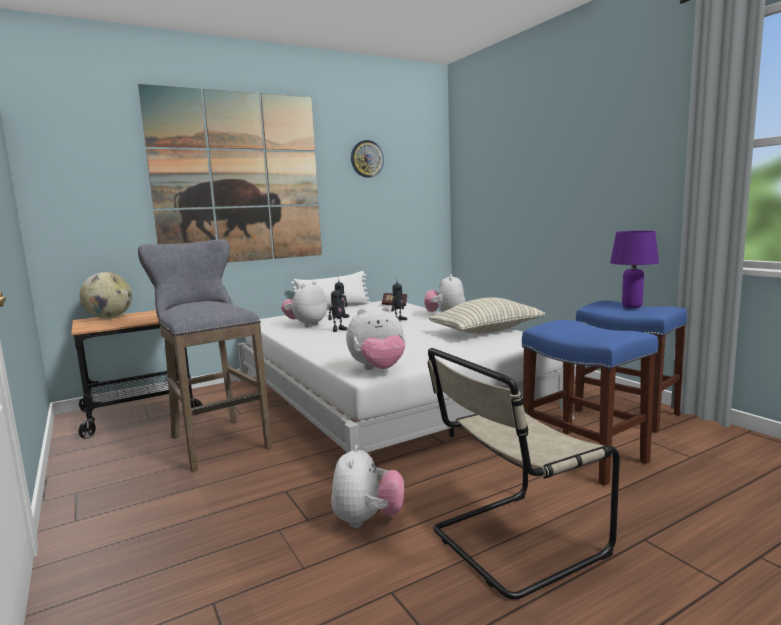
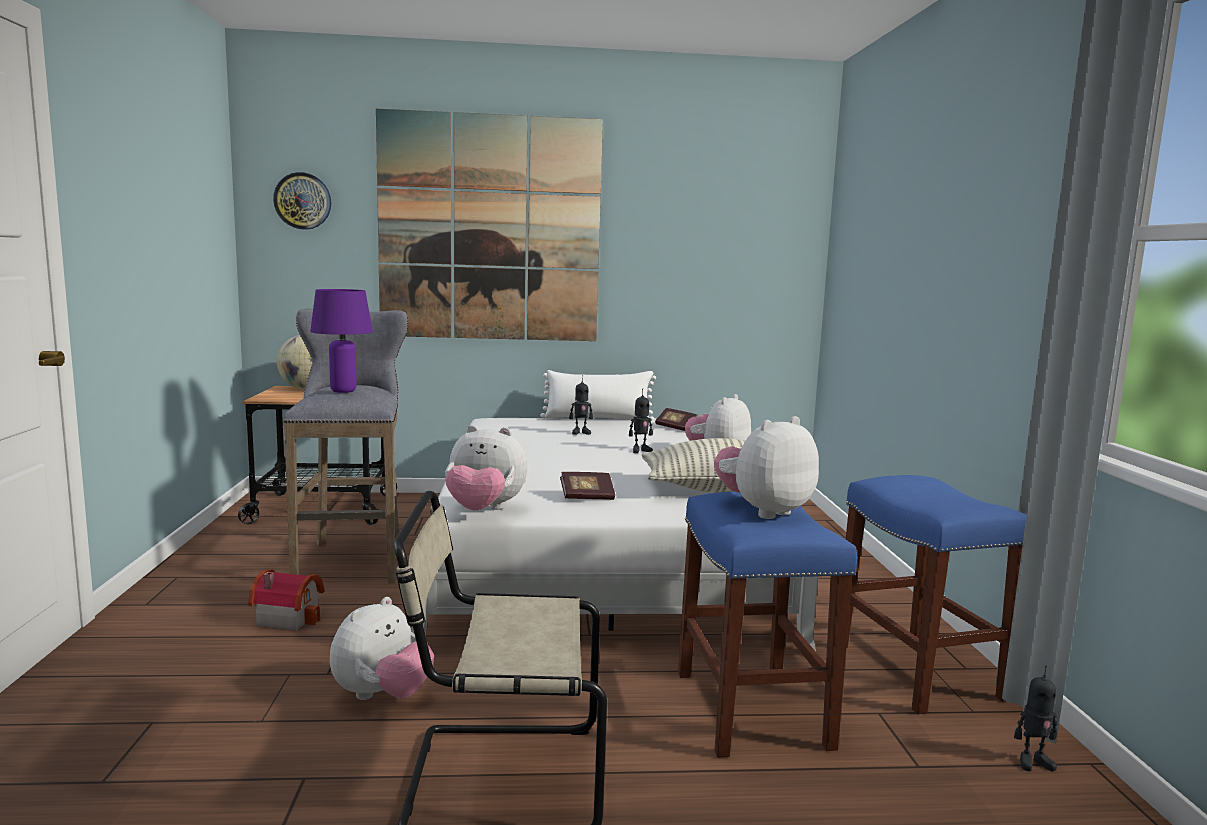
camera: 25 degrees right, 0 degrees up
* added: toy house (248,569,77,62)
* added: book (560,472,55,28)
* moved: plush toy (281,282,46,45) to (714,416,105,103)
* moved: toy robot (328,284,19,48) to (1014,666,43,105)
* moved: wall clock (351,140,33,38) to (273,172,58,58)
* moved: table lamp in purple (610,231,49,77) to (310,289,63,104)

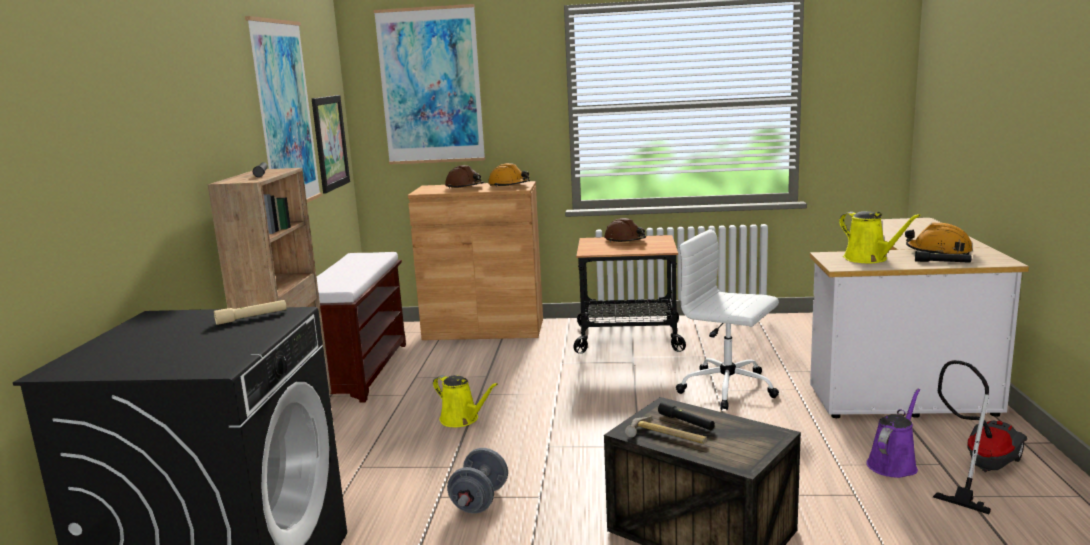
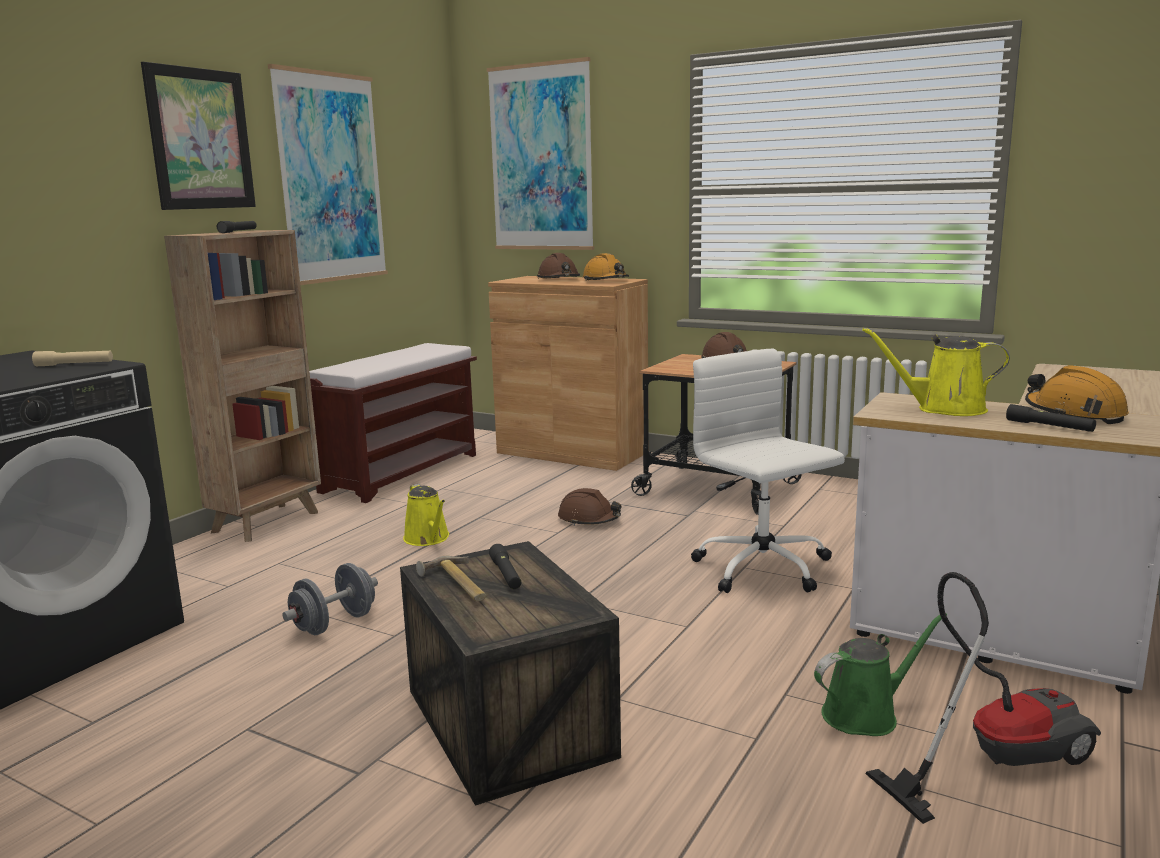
camera: 25 degrees right, 0 degrees up
* added: hard hat in brown (558,488,64,38)
* moved: picture (312,95,38,99) to (141,62,115,148)
* recoloured: watering can in purple (866,389,54,89) to watering can in green (814,614,133,122)
* turned: watering can in yellow (839,211,82,52) = (862,327,148,89) 105 degrees clockwise

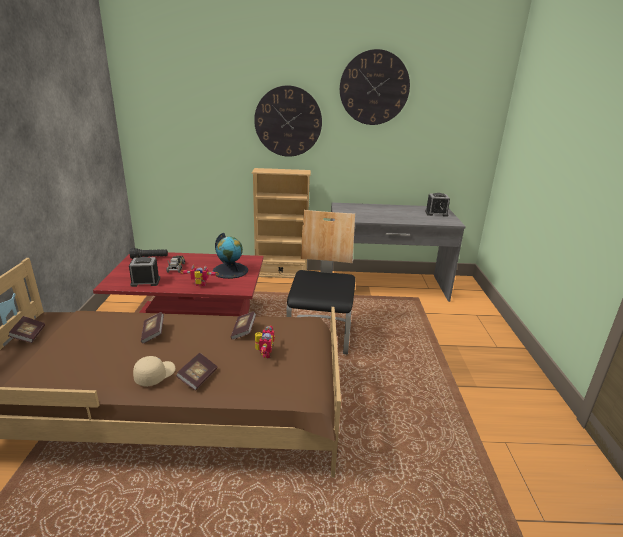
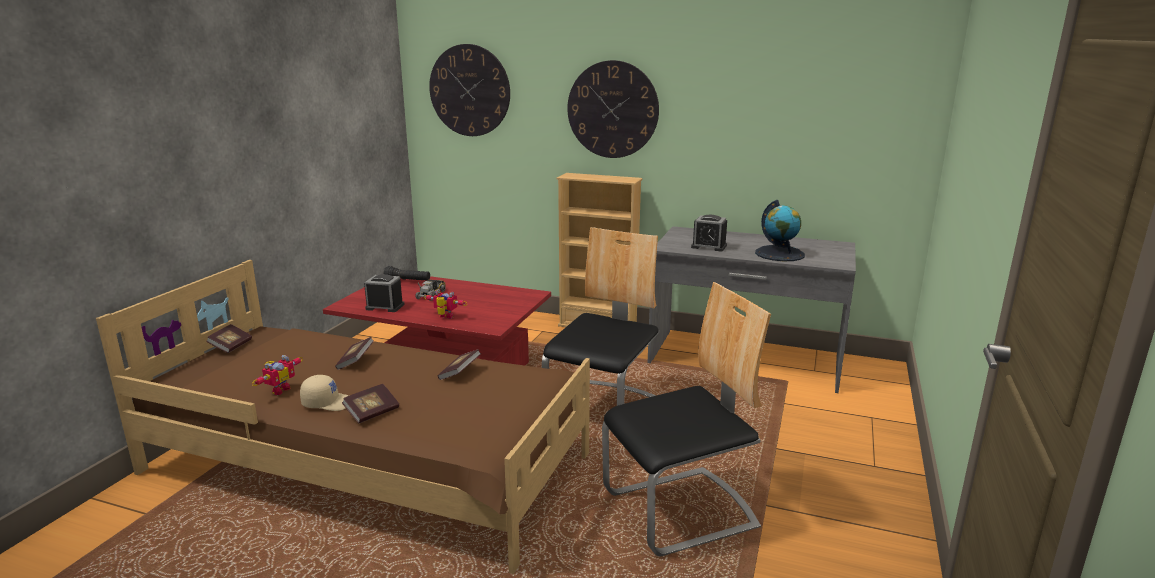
camera: 20 degrees right, 5 degrees down
* added: chair (602,282,169,275)
* moved: globe (212,233,36,46) to (755,200,50,61)
* moved: toy robot (255,325,20,33) to (252,355,51,40)
* moved: wall clock (340,49,70,76) to (429,44,81,92)
* moved: alarm clock (425,193,25,24) to (691,215,36,36)
* turned: cap in beige (133,356,43,31) = (300,375,49,36) 45 degrees clockwise

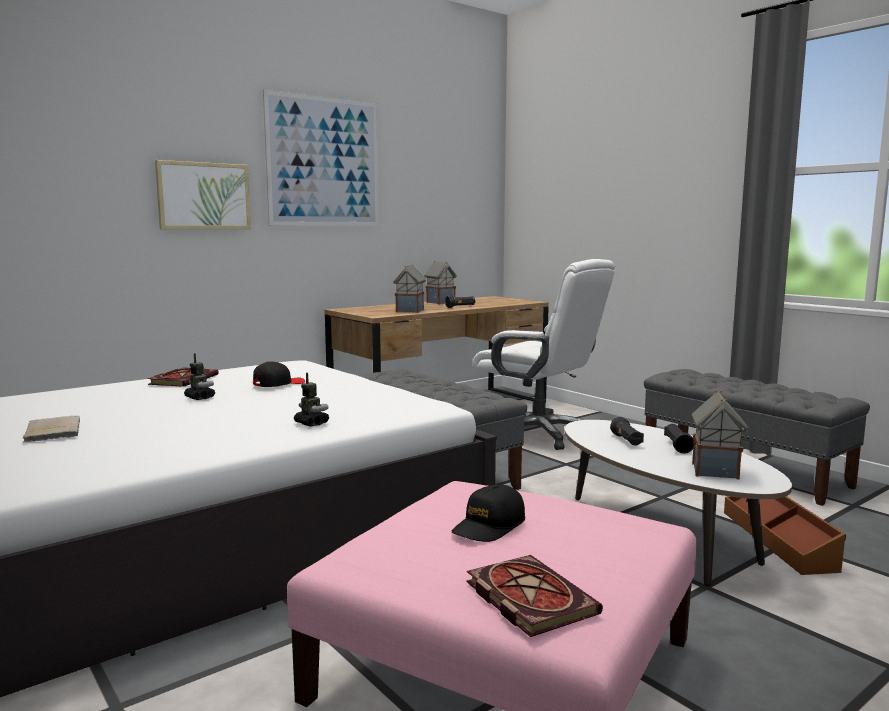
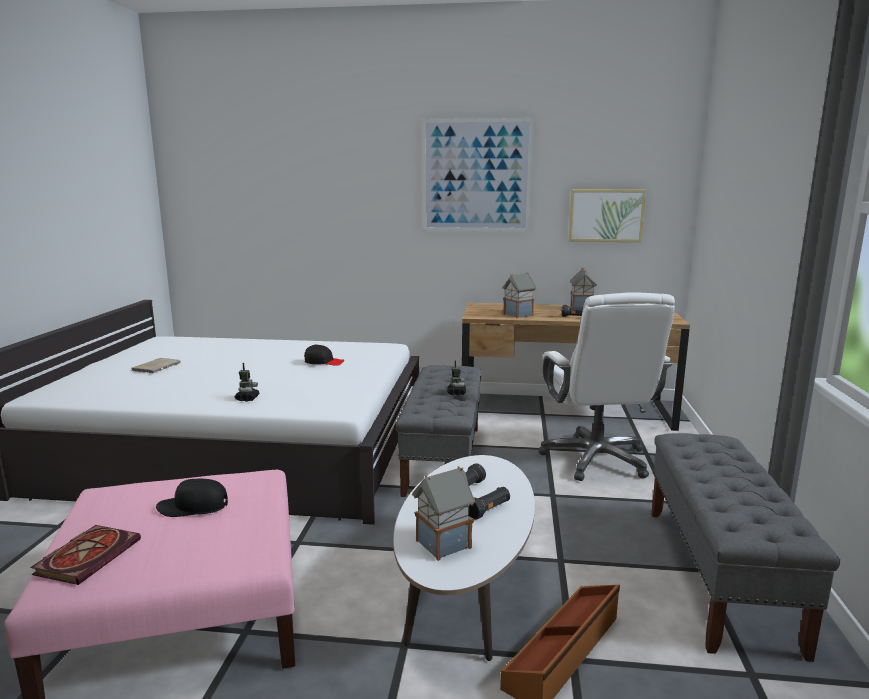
camera: 45 degrees right, 5 degrees up
* removed: book (148,367,71,20)
* moved: picture (155,160,96,69) to (568,189,78,53)
* moved: toy robot (184,353,31,47) to (447,361,19,34)

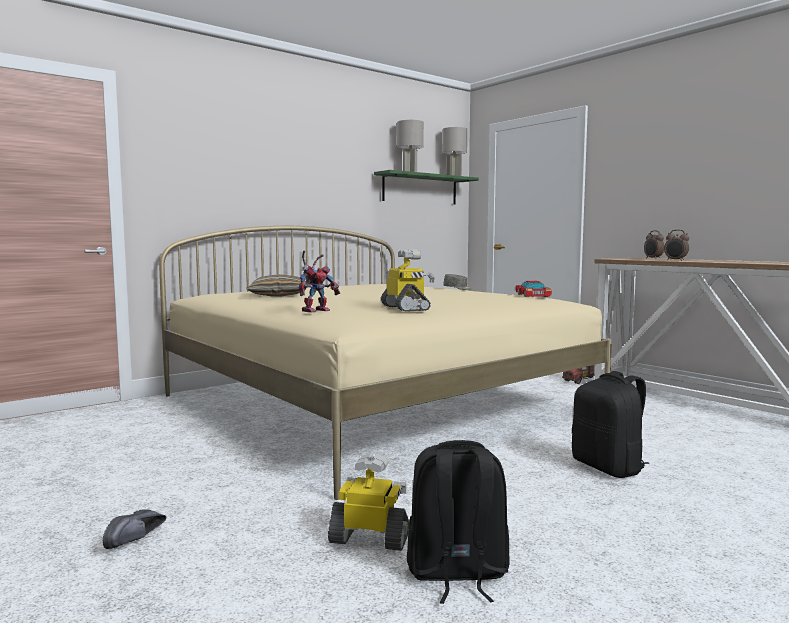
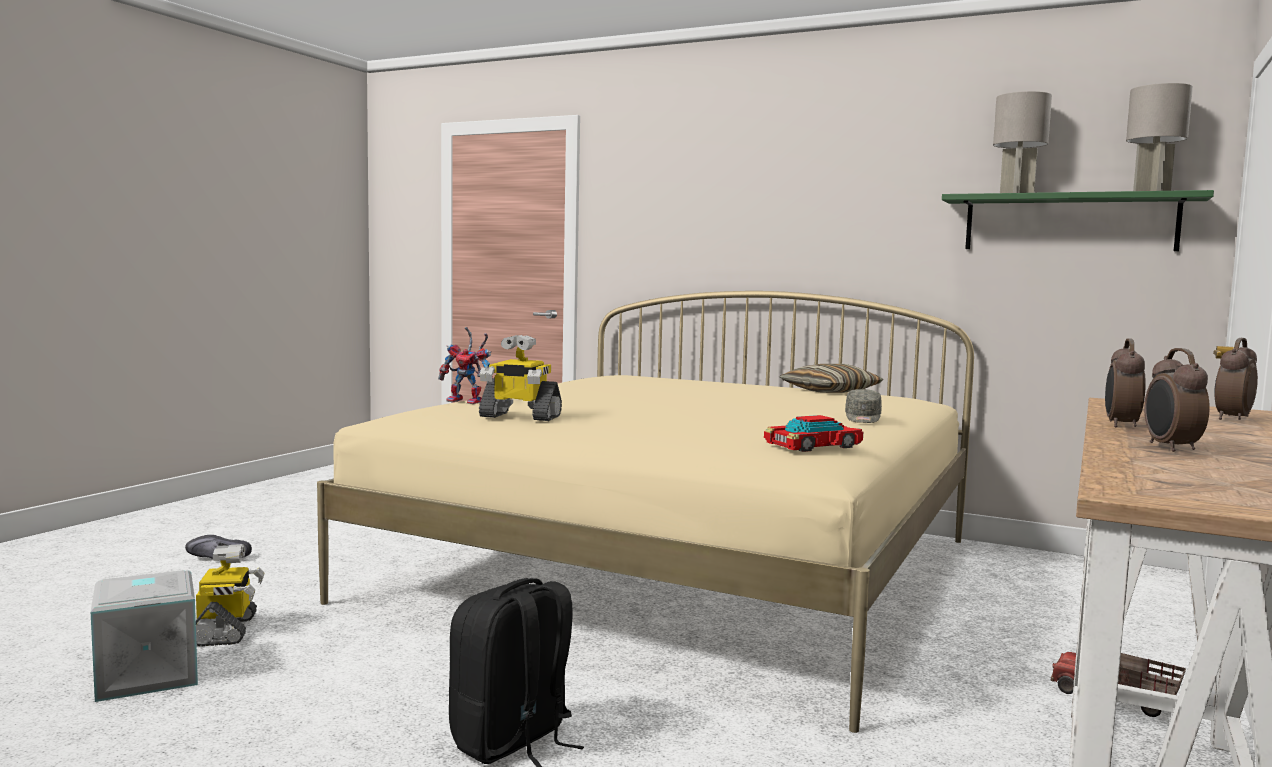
camera: 65 degrees right, 0 degrees up
* added: alarm clock (1144,348,66,104)
* moved: pillow (246,274,60,23) to (779,364,104,29)
* replaced: backpack in black (407,440,102,164) to storage box in grey (91,570,107,132)
* turned: toy robot (381,249,54,63) = (479,335,83,86) 60 degrees clockwise

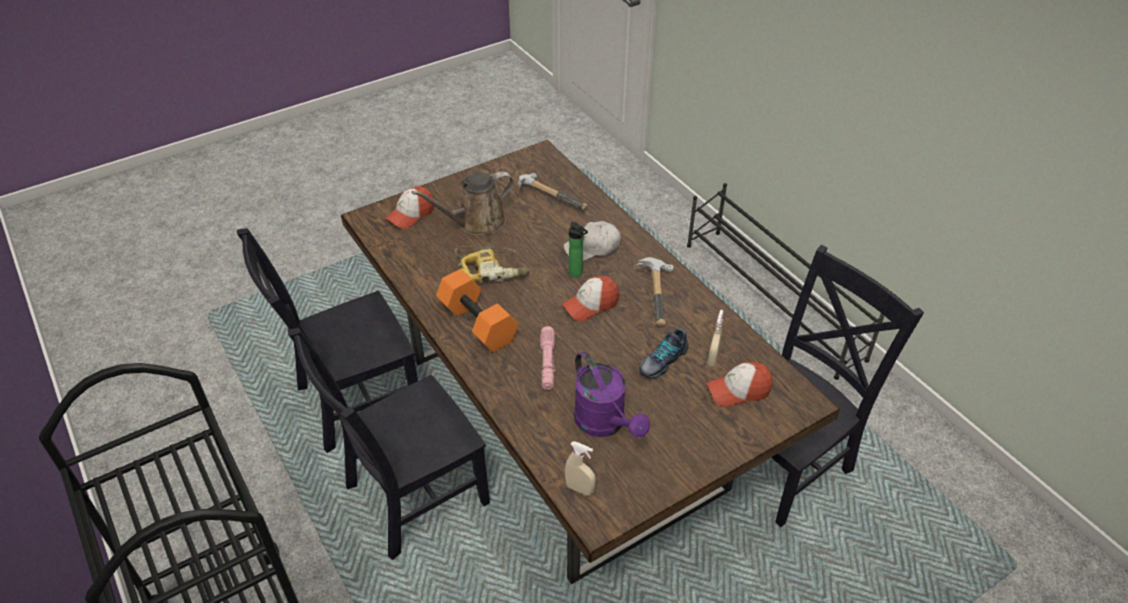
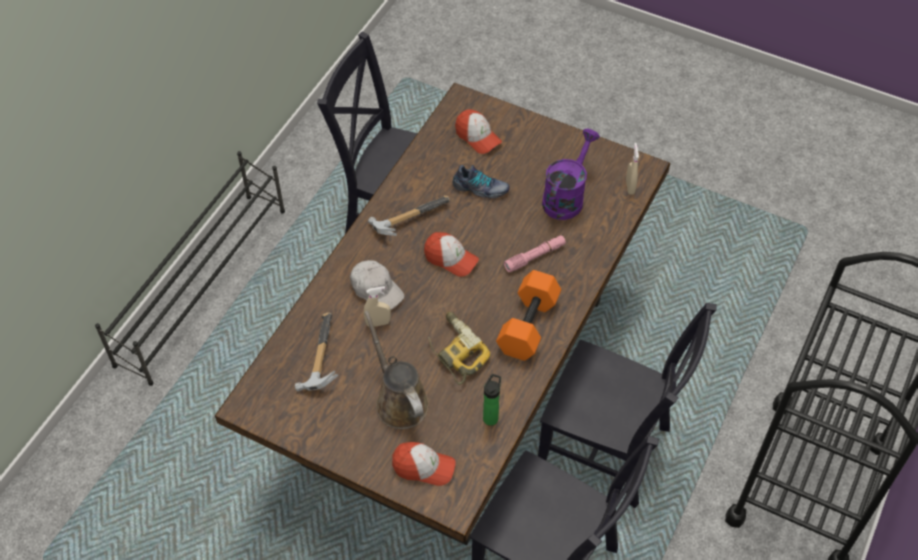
camera: 120 degrees left, 10 degrees up
* moved: bottle (569,222,19,55) to (483,374,18,52)
* moved: spray bottle in beige (707,310,17,57) to (364,286,27,41)
* turned: watering can in brown (412,171,102,64) = (365,311,64,118) 150 degrees counterclockwise

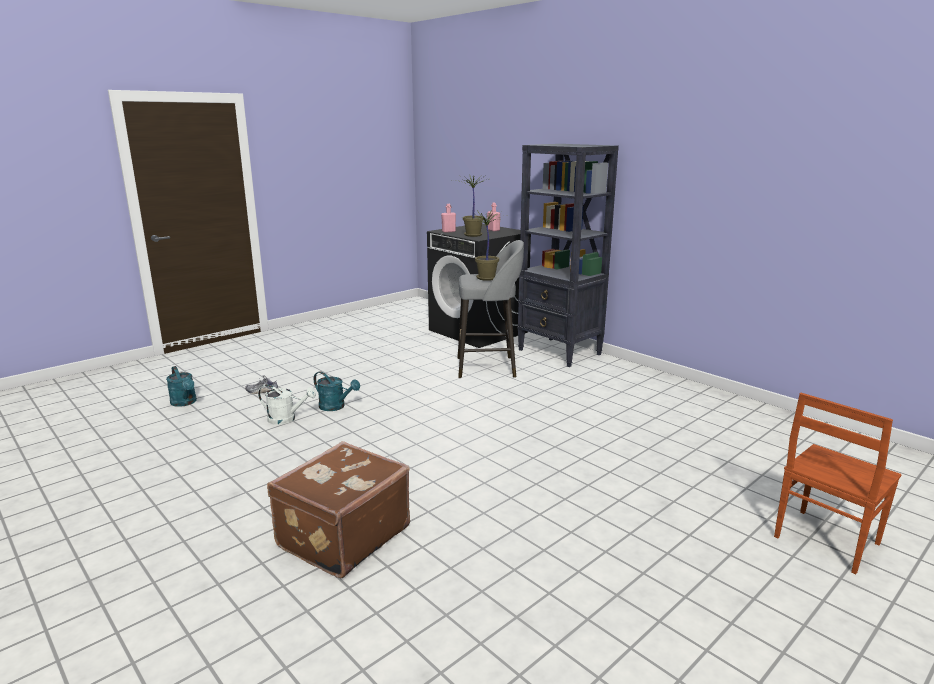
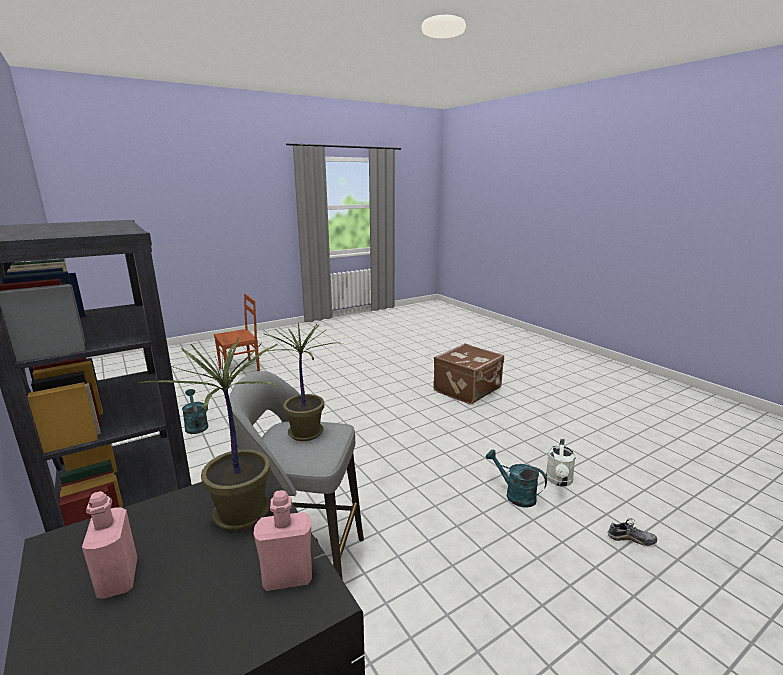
camera: 170 degrees left, 0 degrees up
* moved: watering can in turquoise (166,366,31,41) to (182,389,27,45)
* turned: watering can in white (258,385,58,40) = (546,439,30,47) 90 degrees counterclockwise

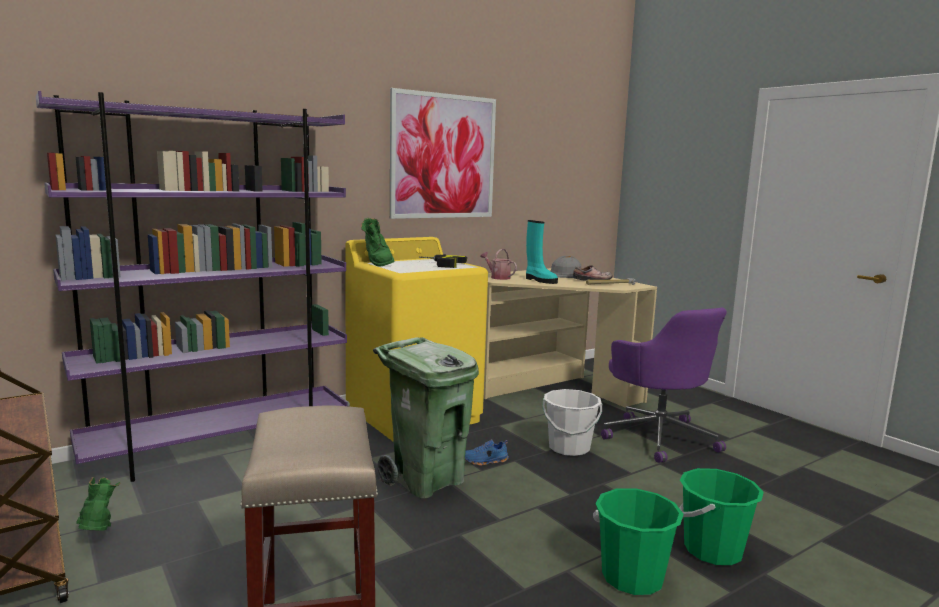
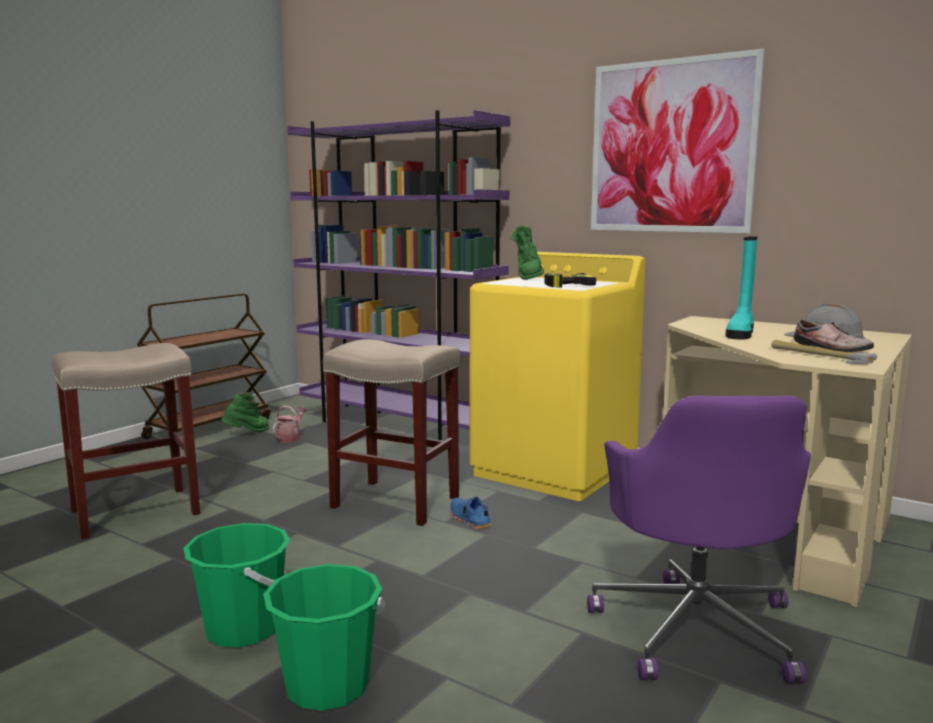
camera: 70 degrees right, 0 degrees up
* removed: bucket in white (542,389,60,67)
* moved: watering can (480,249,37,31) to (273,406,35,37)
* replaced: trash can in green (373,337,106,162) to stool in beige (323,339,137,187)
* turned: boot in green (361,218,33,48) = (509,225,35,55) 45 degrees counterclockwise
* turned: office chair in purple (601,308,126,155) = (587,396,224,287) 45 degrees counterclockwise

